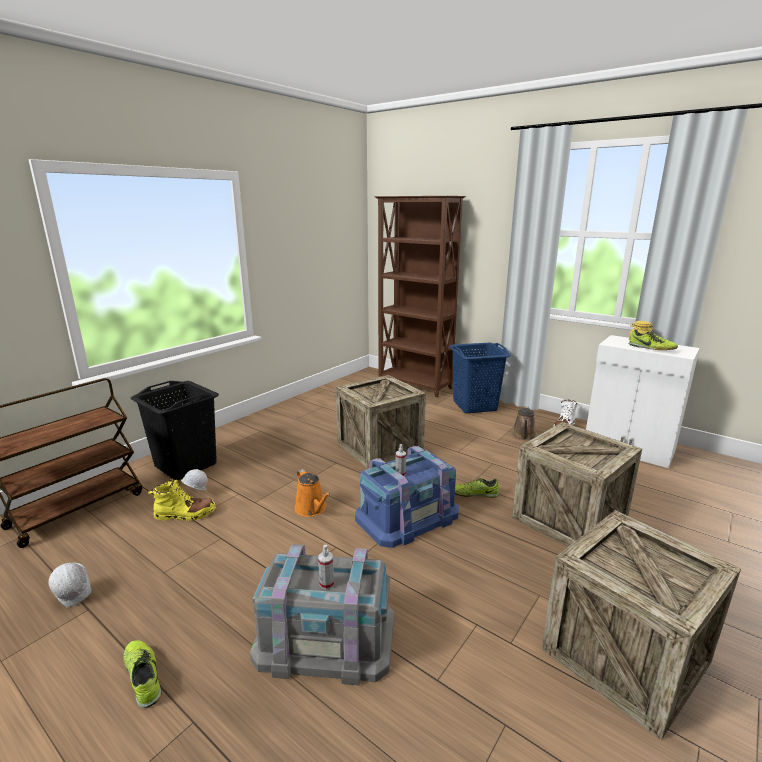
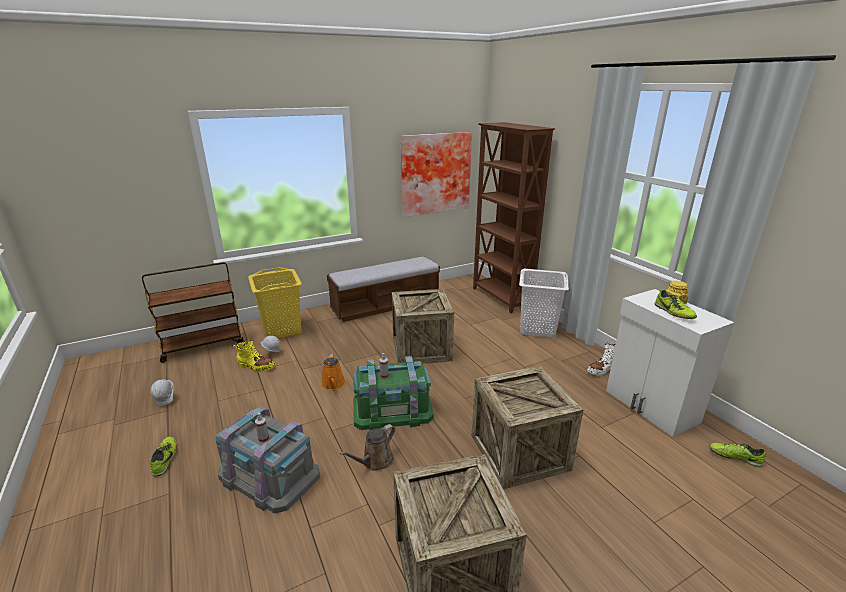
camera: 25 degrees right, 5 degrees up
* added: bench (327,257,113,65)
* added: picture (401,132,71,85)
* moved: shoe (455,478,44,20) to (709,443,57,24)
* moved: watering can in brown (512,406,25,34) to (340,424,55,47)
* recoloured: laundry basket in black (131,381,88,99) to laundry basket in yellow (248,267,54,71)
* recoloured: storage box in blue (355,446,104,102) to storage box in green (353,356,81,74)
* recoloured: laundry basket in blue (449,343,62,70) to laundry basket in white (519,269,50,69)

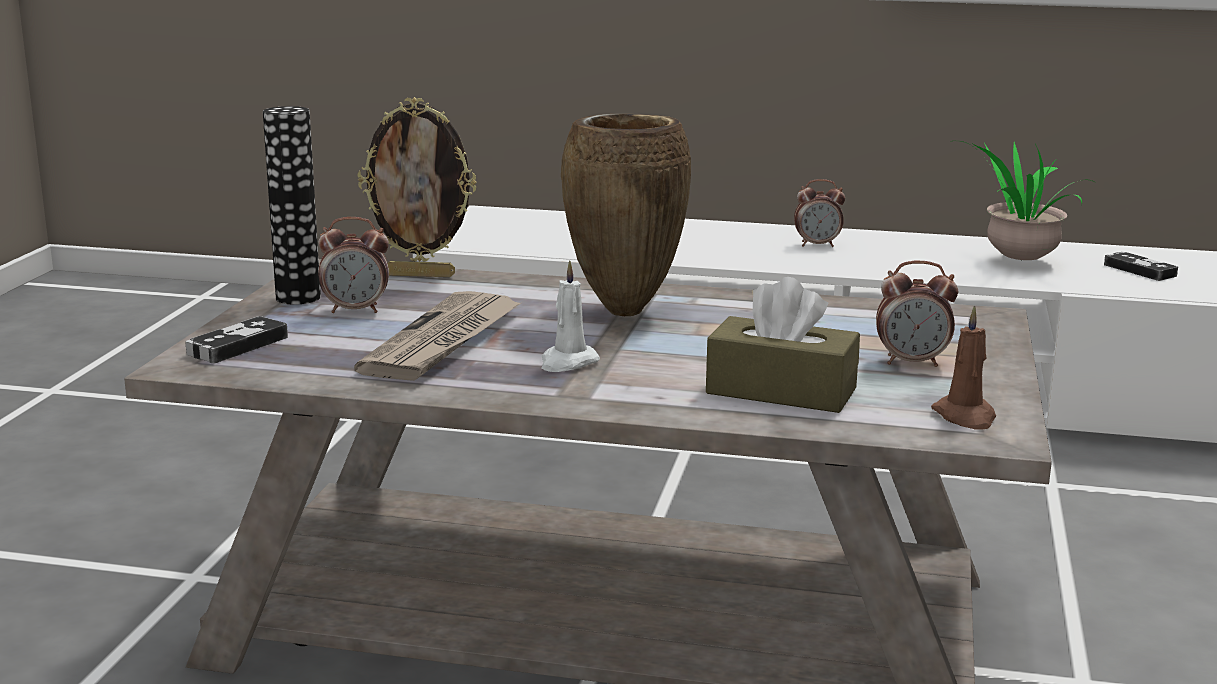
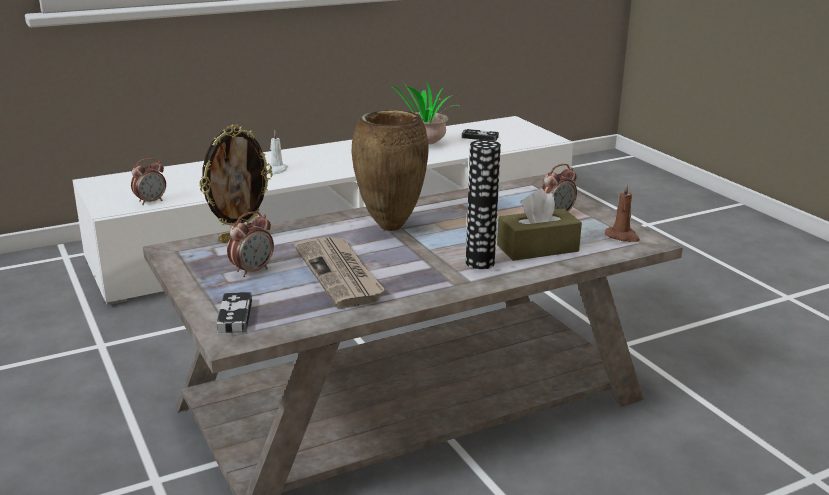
camera: 40 degrees left, 5 degrees up
* moved: vase (263,106,58,199) to (466,140,35,129)
* moved: candle in white (541,260,59,112) to (267,131,21,43)
* moved: alarm clock (794,179,51,68) to (131,158,35,47)

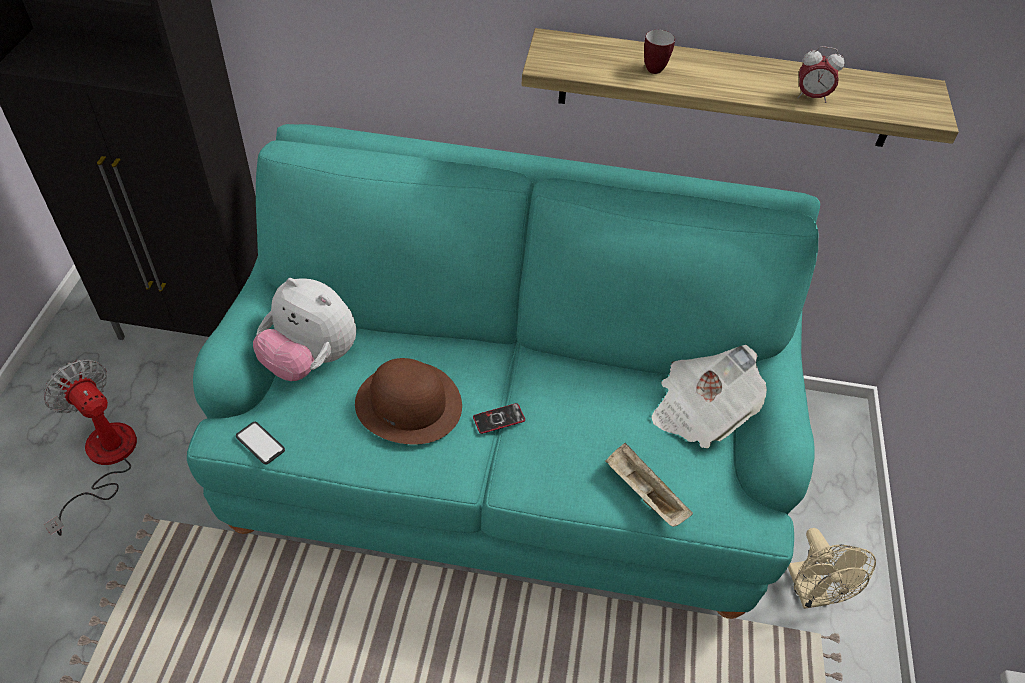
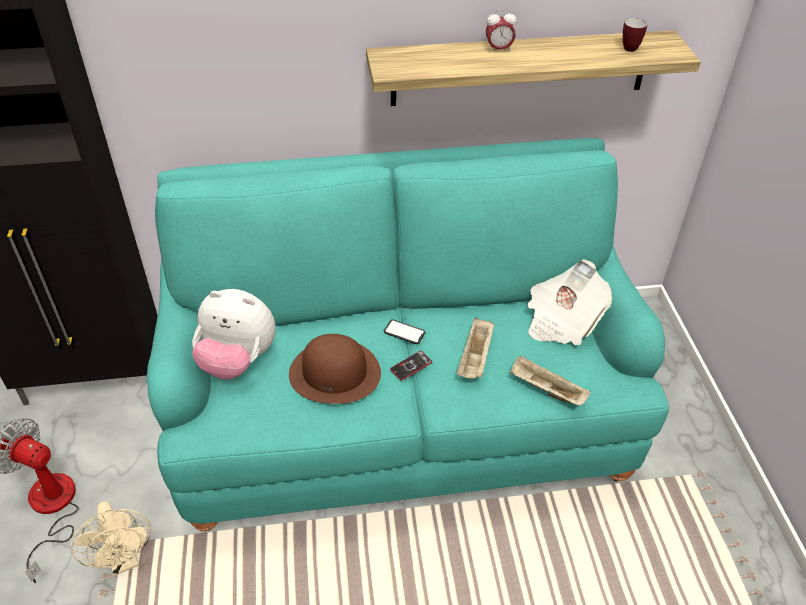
camera: 15 degrees left, 5 degrees down
* added: tray in beige (457,317,37,61)
* moved: phone (236,422,49,43) to (384,320,42,24)
* moved: mug (644,30,31,44) to (623,18,24,34)
* moved: fan in beige (788,528,88,81) to (71,501,80,75)
* moved: alarm clock (797,46,48,57) to (486,9,31,43)

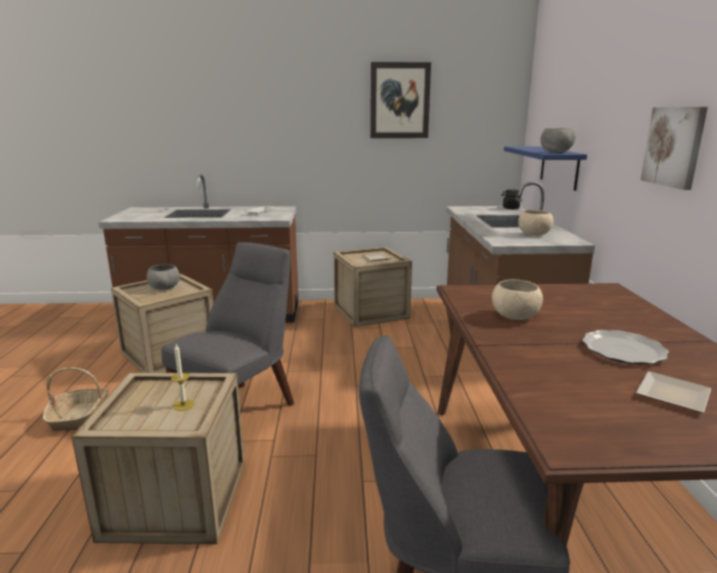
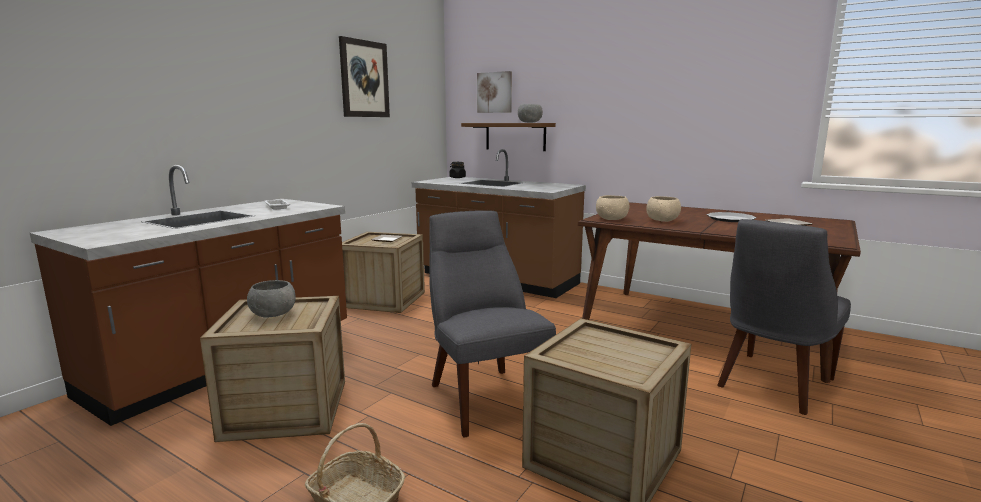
camera: 55 degrees left, 5 degrees down
* removed: candle (171,344,24,67)
* moved: bowl in beige (518,210,35,25) to (596,195,34,25)
* moved: picture (641,107,67,83) to (477,71,35,42)
* recoloured: shelf in blue (504,146,83,45) to shelf in brown (461,123,95,28)

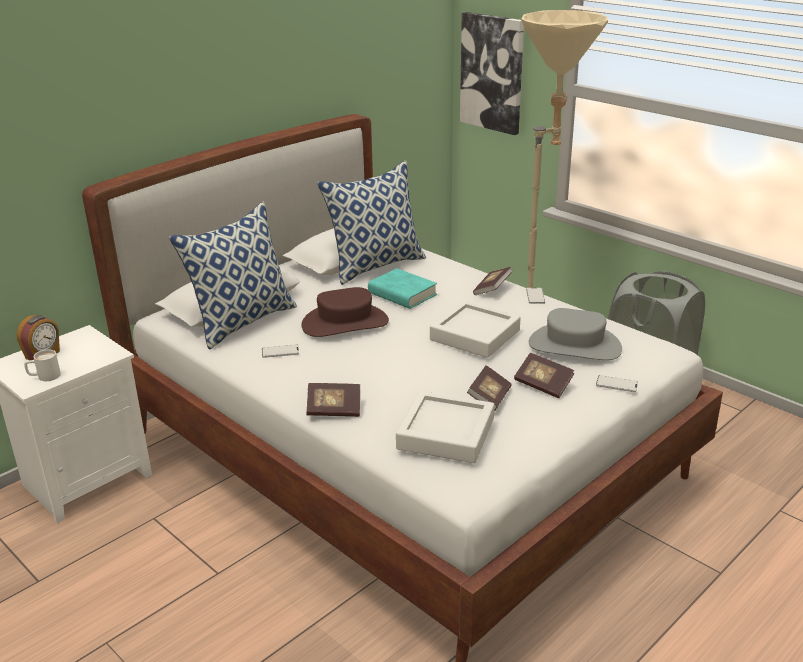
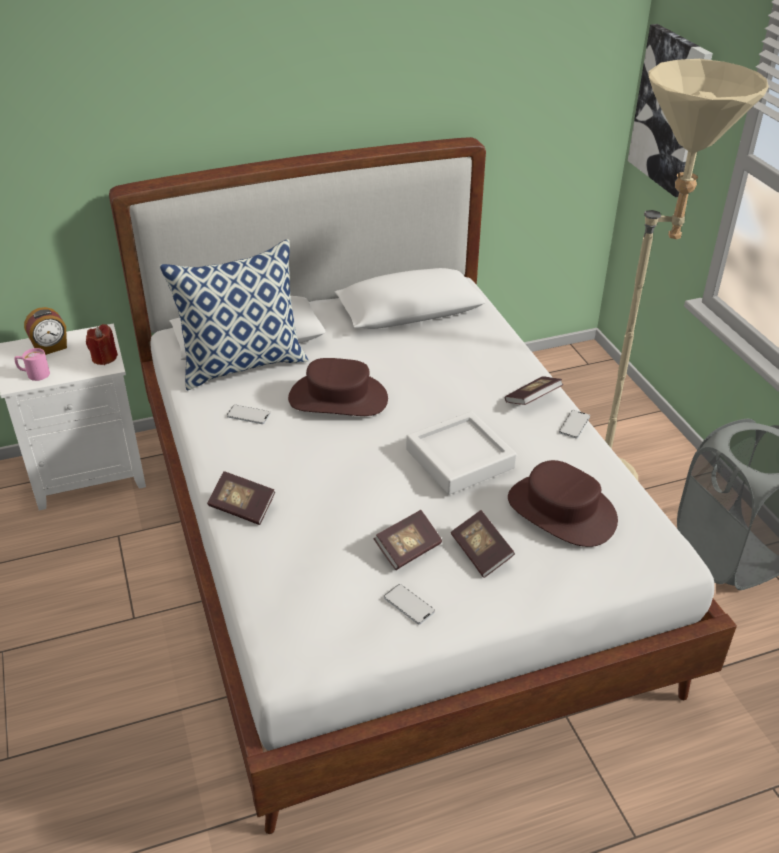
camera: 25 degrees right, 10 degrees up
* removed: pillow (317,161,109,124)
* removed: book in turquoise (368,268,69,41)
* removed: tray in grey (396,391,98,72)
* added: candle in red (86,324,32,41)
* moved: phone (596,375,42,17) to (384,584,51,40)
* recoloured: mug in white (24,349,37,32) to mug in pink (14,348,36,33)
* recoloured: hat in grey (529,308,93,52) to hat in brown (508,460,110,87)

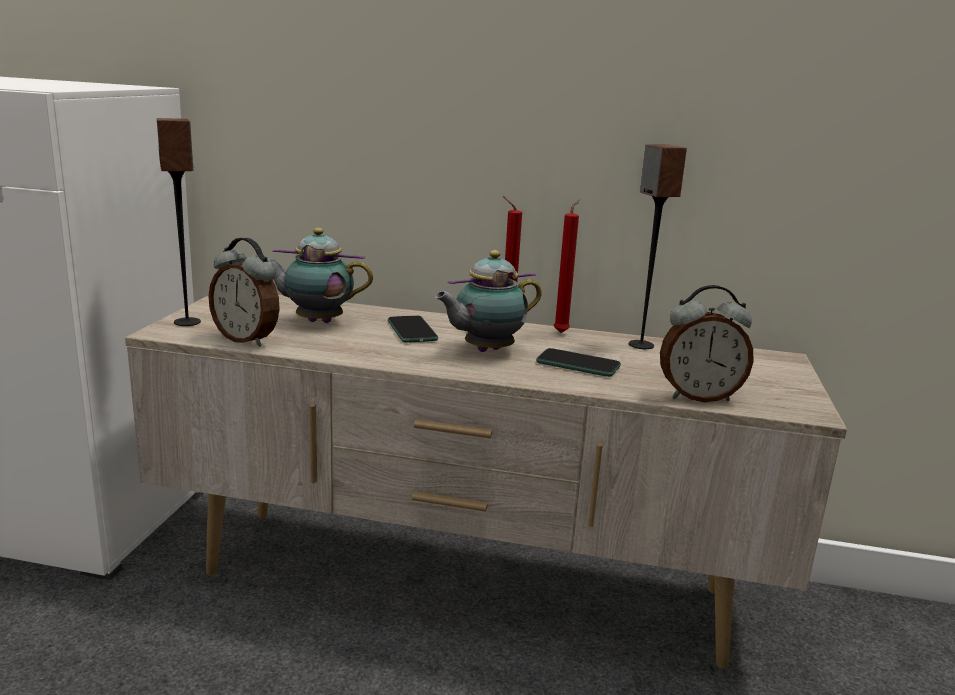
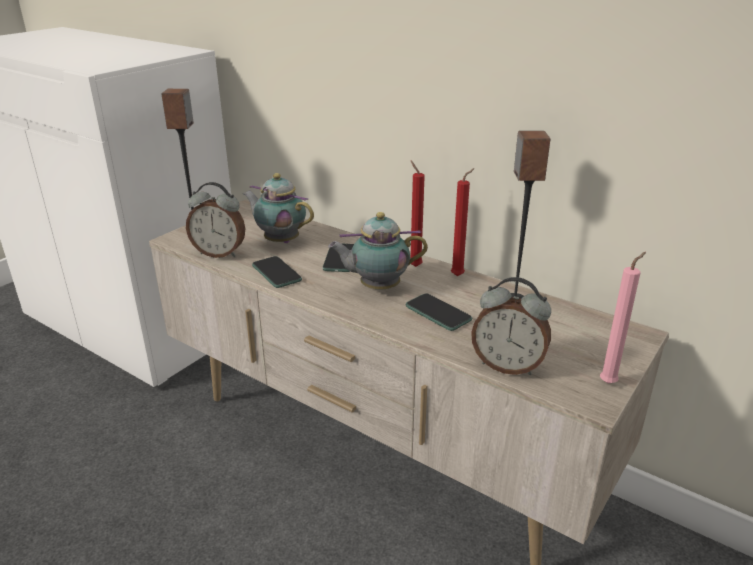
camera: 25 degrees right, 10 degrees up
* added: phone (252,256,50,32)
* added: candle in pink (600,252,46,132)
* turned: alarm clock (209,238,71,109) = (186,182,59,76) 45 degrees counterclockwise

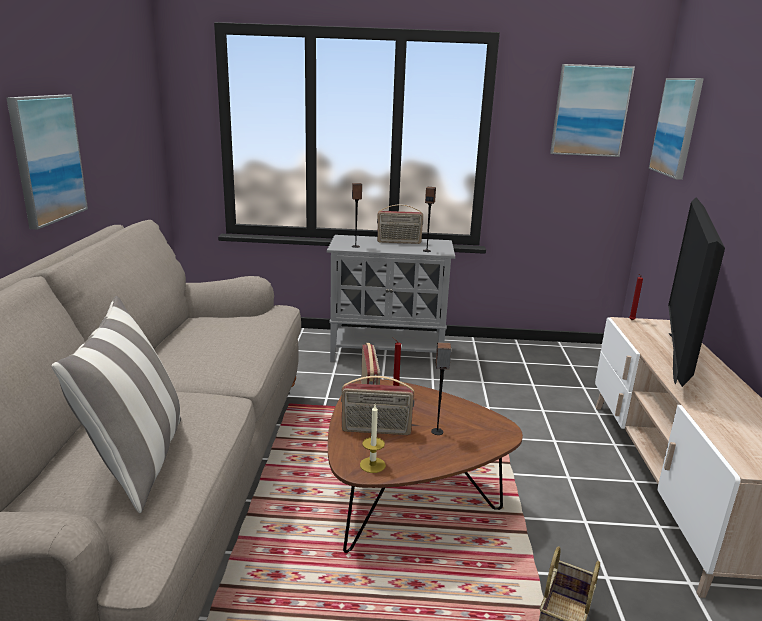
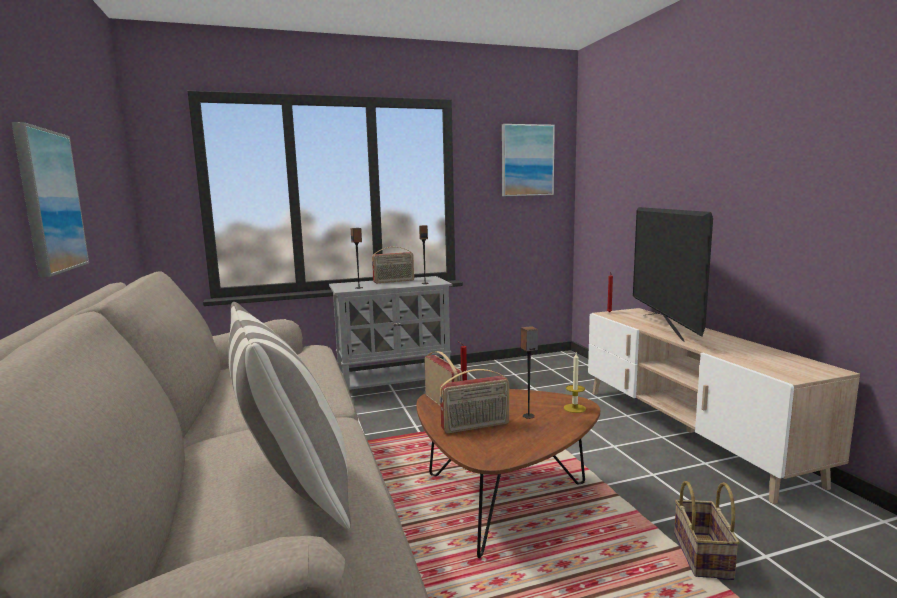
camera: 20 degrees left, 10 degrees down
* removed: picture (649,78,55,102)
* moved: candle (360,405,26,68) to (564,353,22,60)

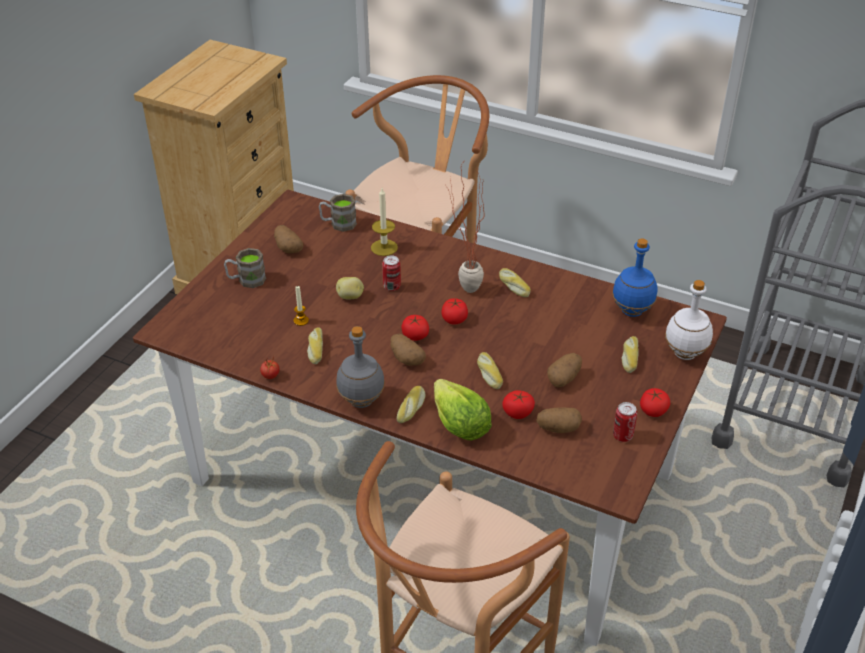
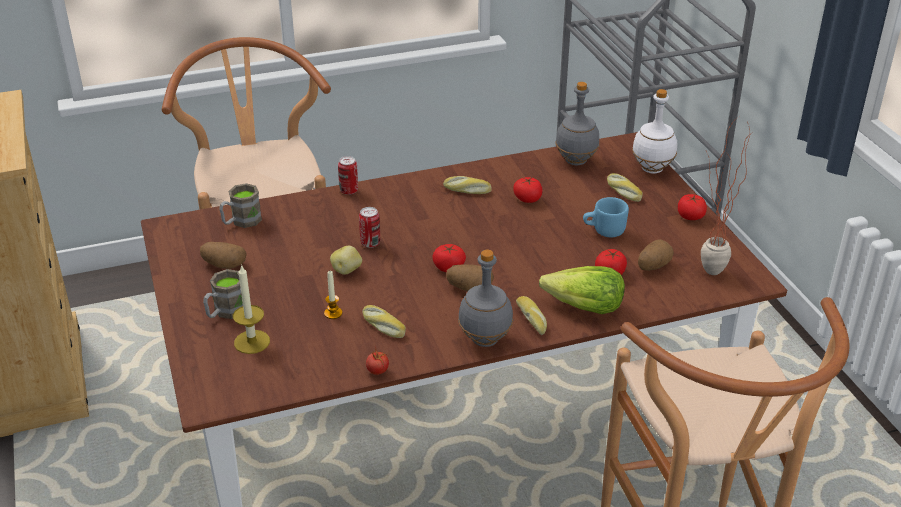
camera: 45 degrees left, 5 degrees down
* removed: bread (477,352,26,37)
* moved: candle (371,188,27,68) to (233,264,37,90)
* moved: tomato (442,298,26,27) to (513,177,29,26)
* moved: potted plant (447,163,37,130) to (701,117,52,158)
* moved: can (613,402,24,40) to (338,156,20,39)
* replaced: potato (547,353,35,34) to mug in blue (583,197,46,40)
* recoloured: bottle in blue (612,239,45,78) to bottle in grey (555,82,44,83)

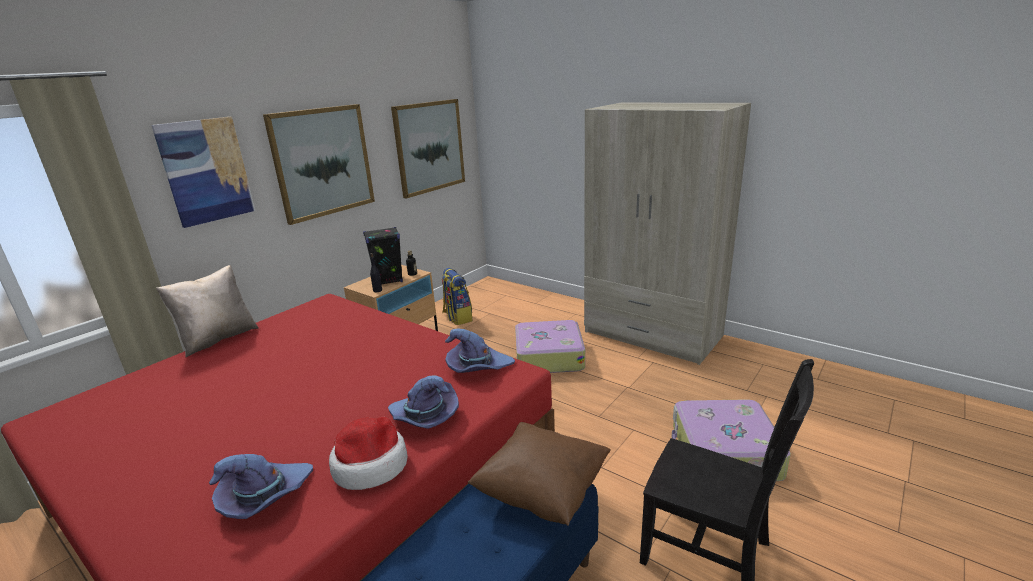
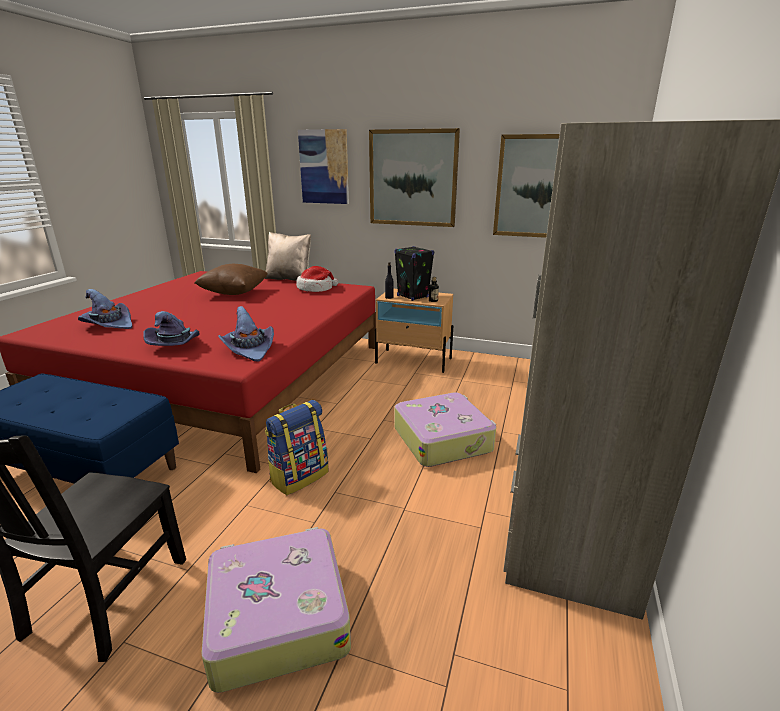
camera: 70 degrees right, 0 degrees up
* moved: hat (329,417,79,73) to (296,266,42,26)
* moved: backpack (442,268,31,57) to (265,400,64,95)
* moved: pillow in brown (467,422,144,104) to (194,264,74,31)

